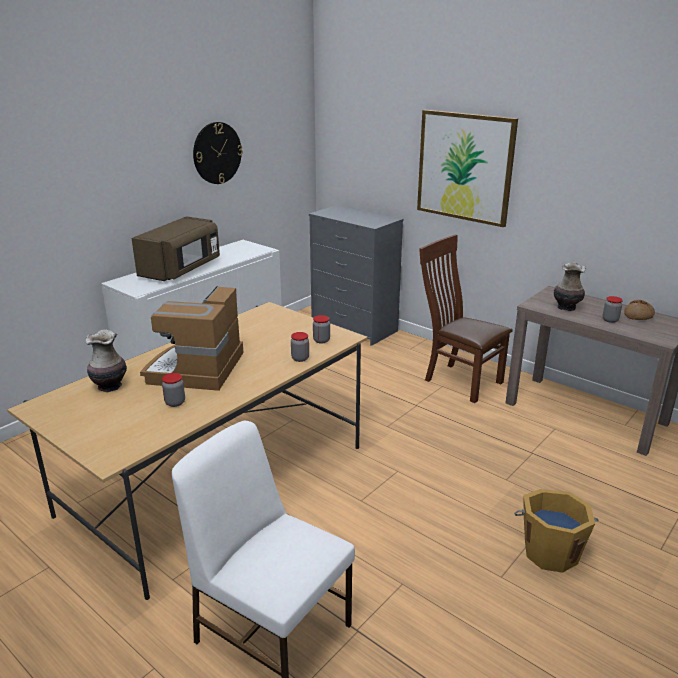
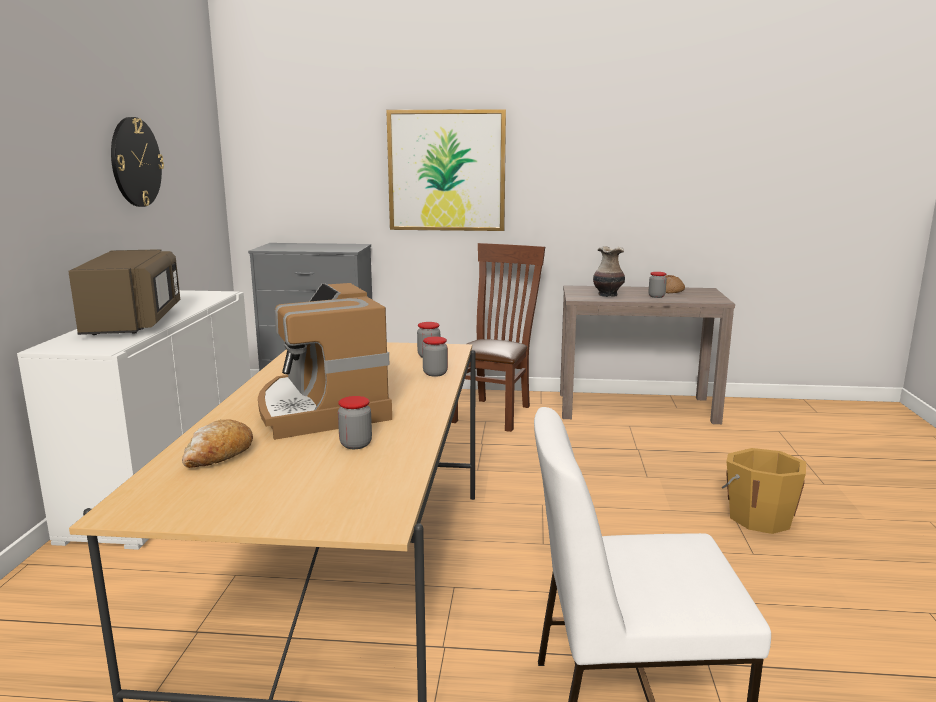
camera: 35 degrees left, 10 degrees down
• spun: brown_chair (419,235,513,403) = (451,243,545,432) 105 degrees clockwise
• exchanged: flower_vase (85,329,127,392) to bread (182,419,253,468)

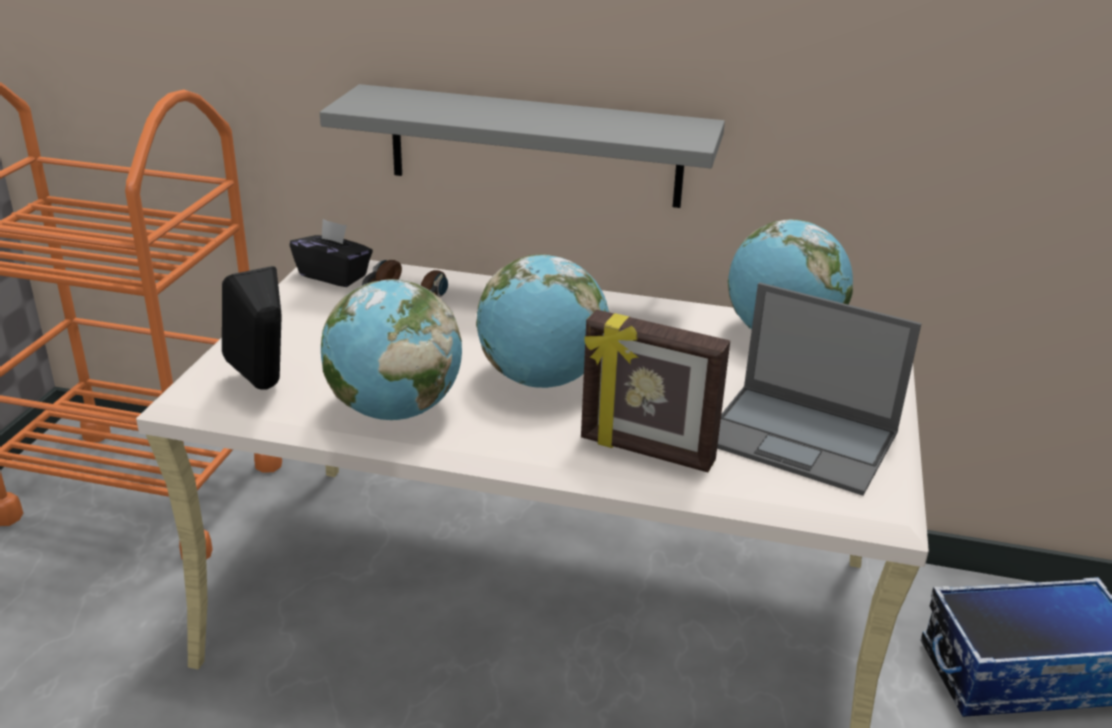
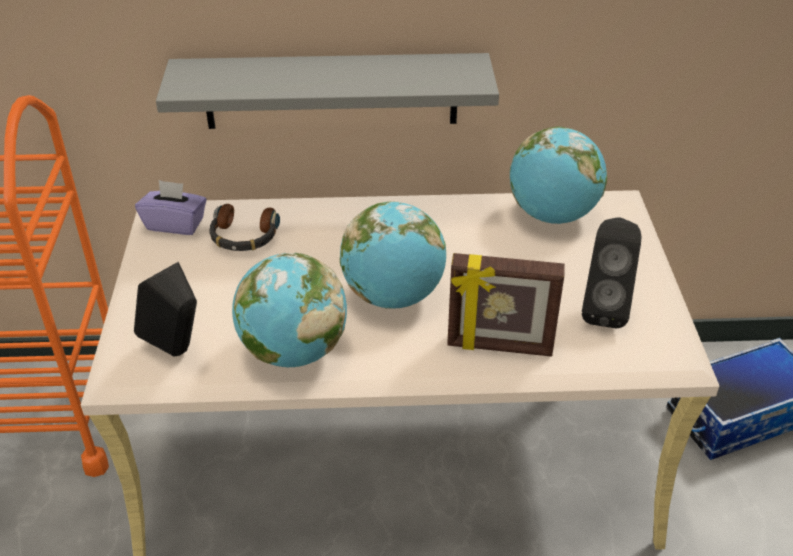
camera: 15 degrees left, 10 degrees up
• colour: black_box_of_tissues (290,219,373,287) to purple-coloured_box_of_tissues (135,180,207,235)
• exchanged: portable_computer (717,282,922,496) to black_speaker (582,218,641,328)

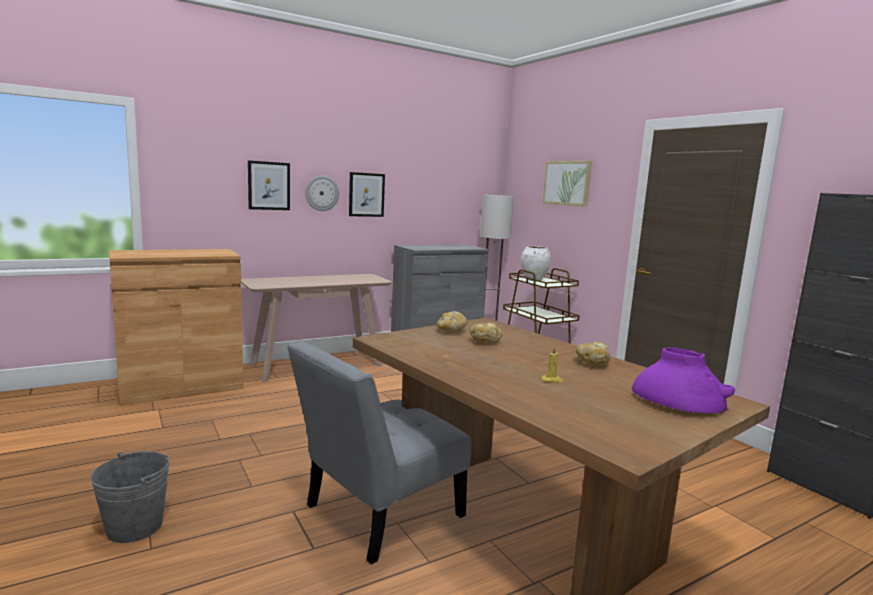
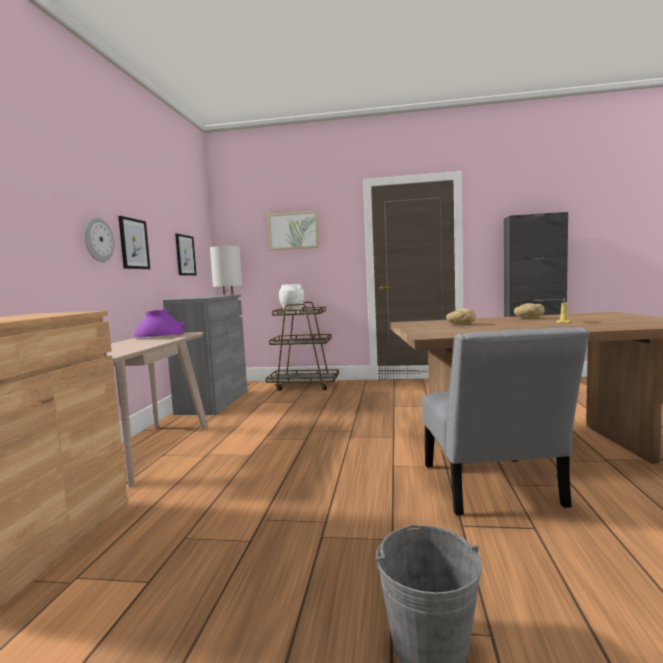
camera: 50 degrees left, 5 degrees down
• relocated: wall_art (248,160,290,210) to (175,234,197,276)
• missing: bread (437,311,468,332)
• relocated: purple-coloured_flower_vase (632,347,735,413) to (134,310,186,337)

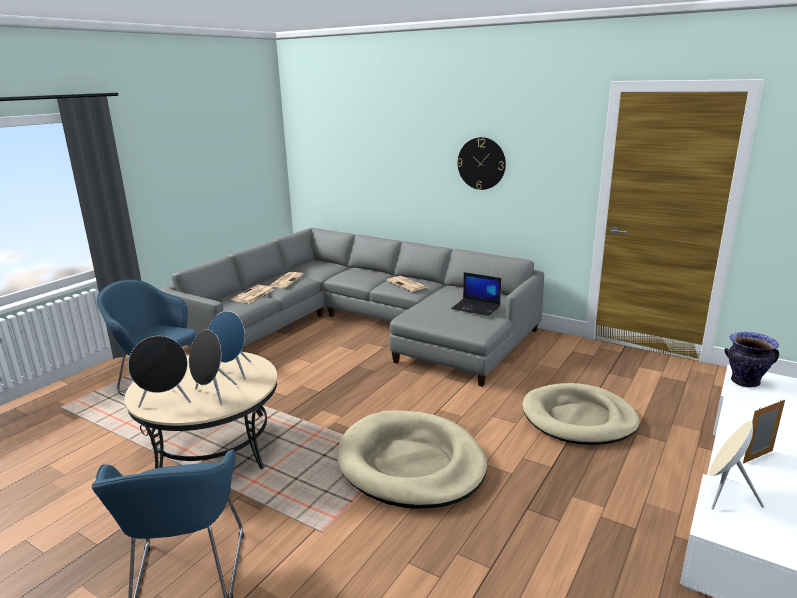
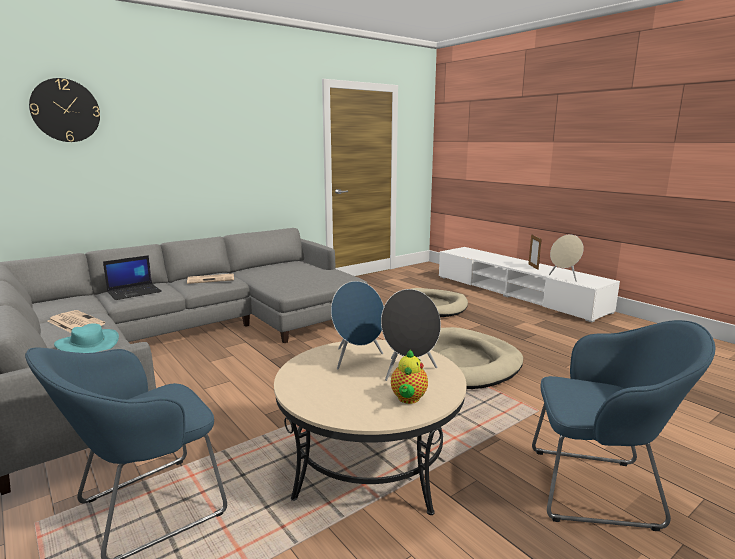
camera: 70 degrees left, 5 degrees down
• relocated: hanging_clock (457,137,506,190) to (29,78,100,142)
• relocated: portable_computer (451,272,501,316) to (103,255,162,300)
• exchanged: newspaper (231,285,274,303) to turquoise_wearable_hat (54,323,119,353)
• missing: flower_vase (725,332,779,388)
• exchanged: black_speaker (128,336,191,408) to tea_pot (391,350,428,404)

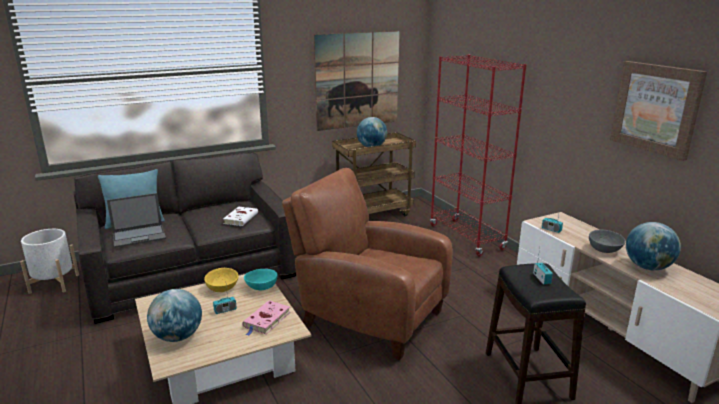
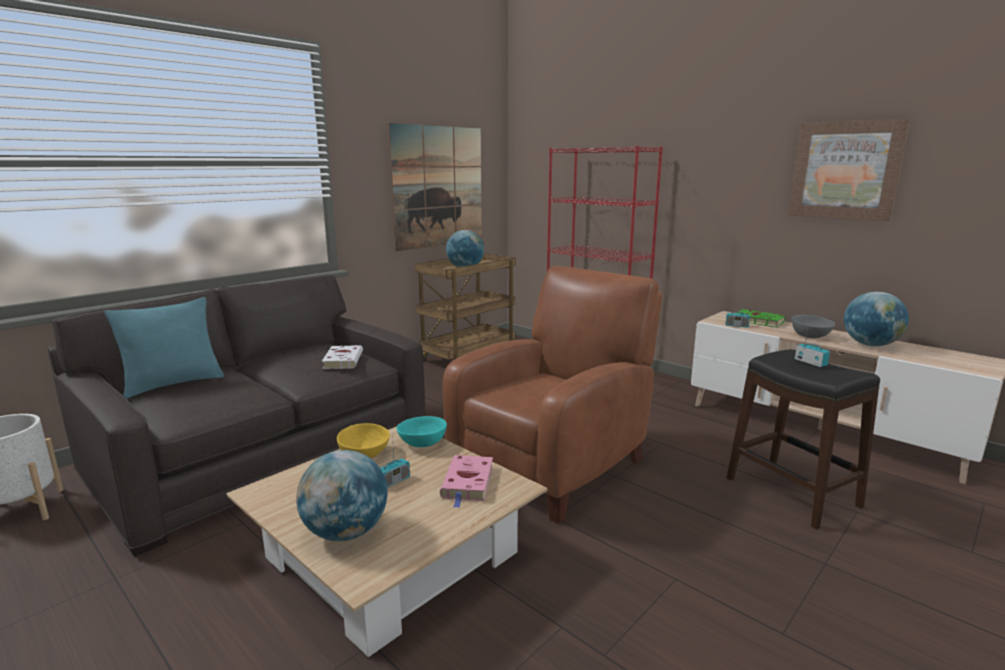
camera: 20 degrees left, 5 degrees down
• spun: brown_easy_chair (282,168,453,360) = (443,266,662,524) 120 degrees clockwise
• missing: portable_computer (107,193,166,248)
• appeared: green_volume (735,309,785,328)

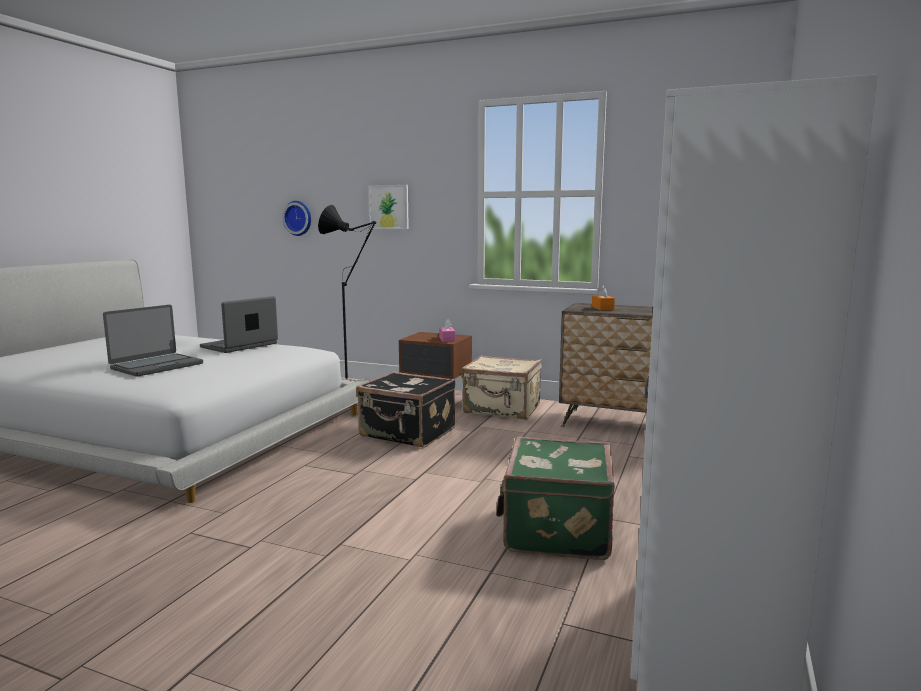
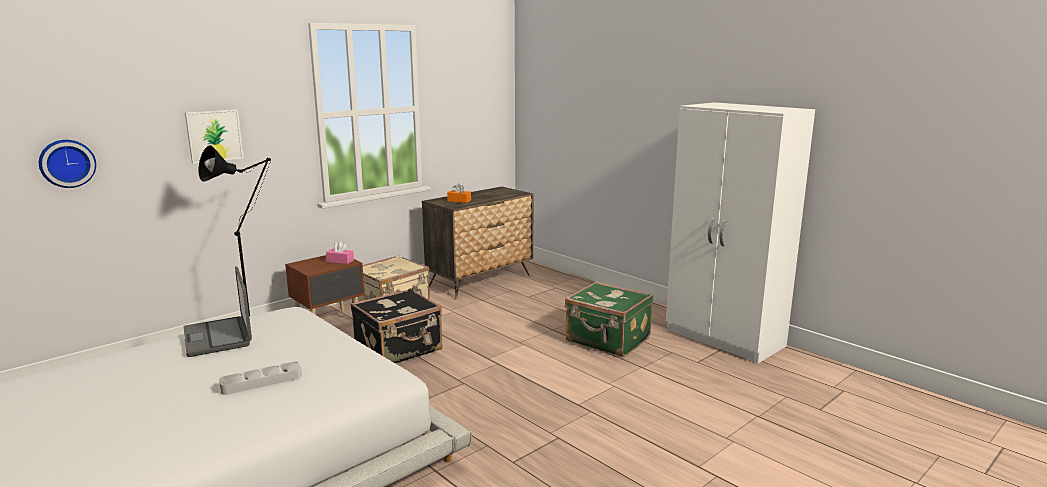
camera: 65 degrees left, 5 degrees up
• exchanged: portable_computer (103,305,203,377) to gray_serving_tray (219,362,302,395)

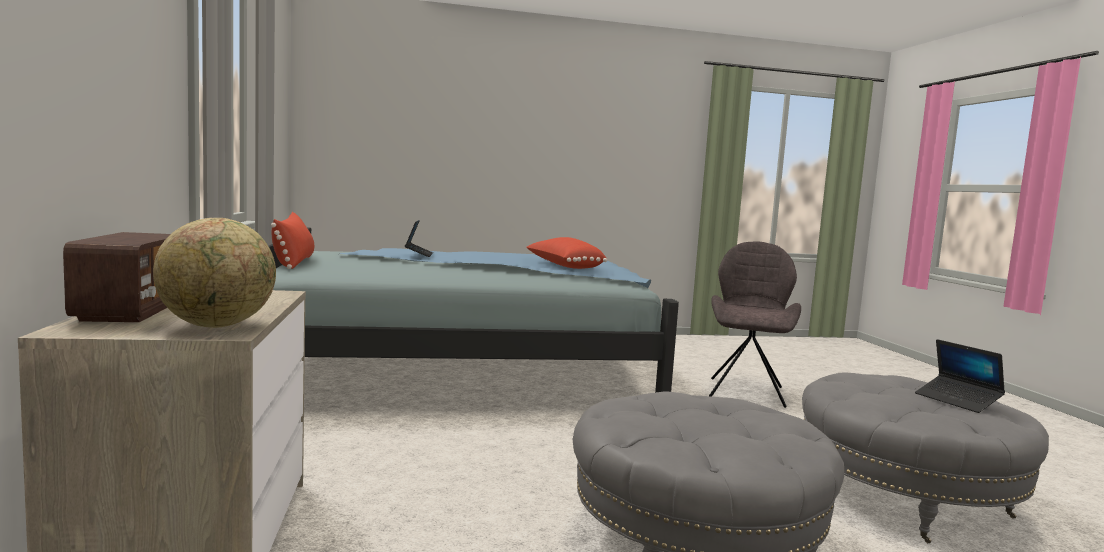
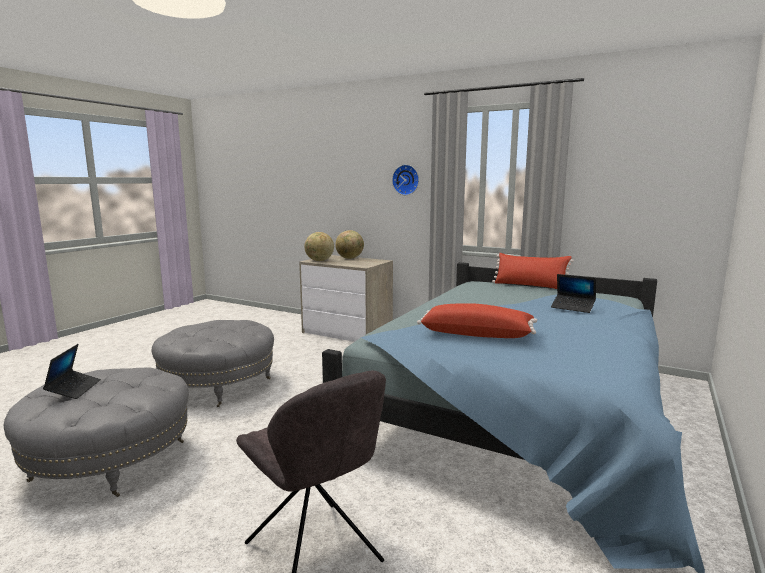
camera: 130 degrees right, 5 degrees up
• exchanged: radio_receiver (63,232,170,322) to world_globe (335,230,364,259)
• spun: portable_computer (915,339,1005,413) = (43,344,101,399) 75 degrees clockwise
• appeared: hanging_clock (392,165,419,195)

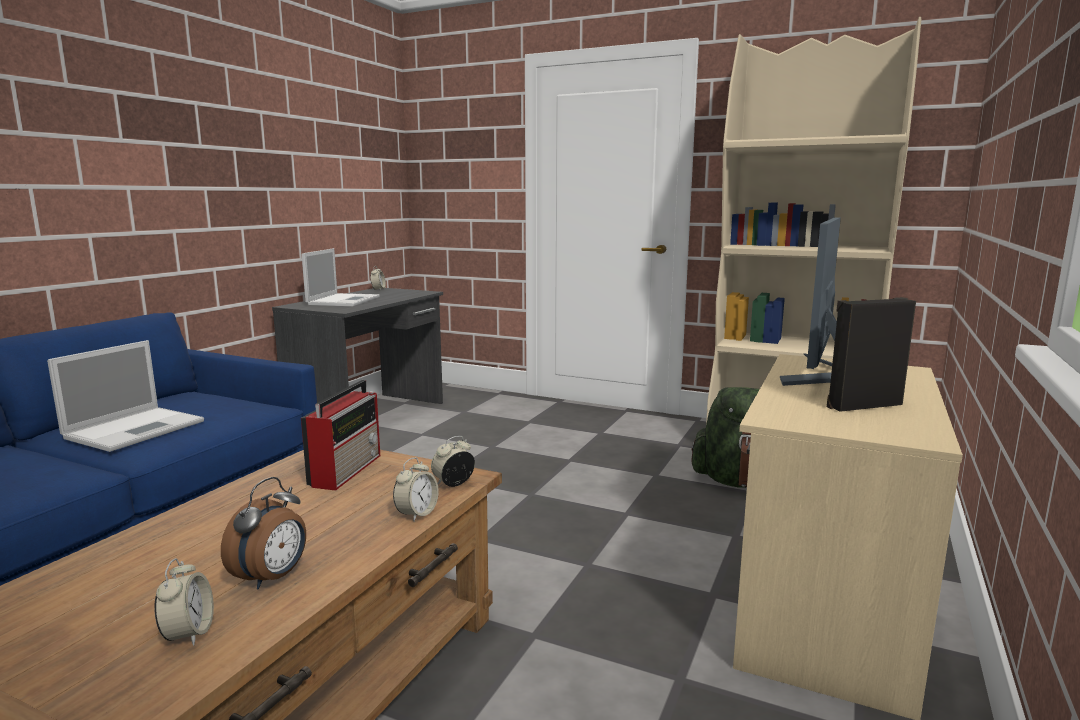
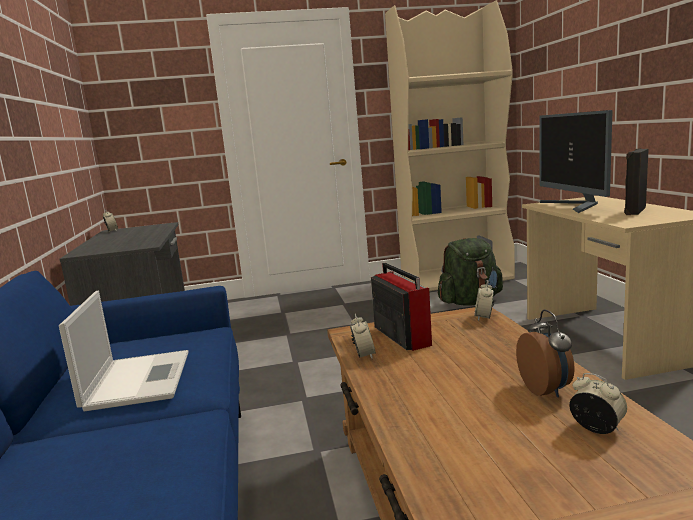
camera: 35 degrees left, 0 degrees up
• missing: portable_computer (302,248,380,307)
• relocated: alarm_clock (393,458,439,522) to (350,314,376,359)

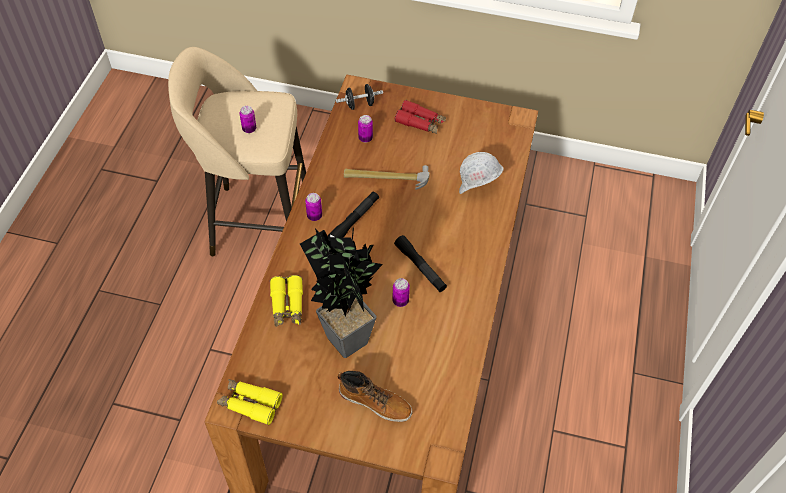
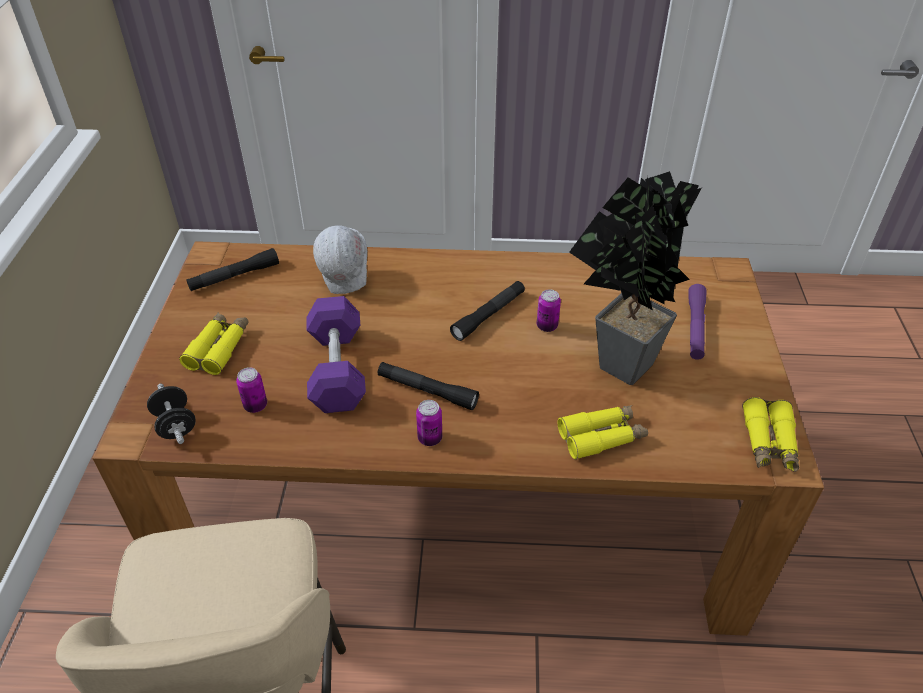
camera: 100 degrees left, 10 degrees down
• colour: red-coloured_field_glasses (394,100,446,134) to yellowish_field_glasses (179,312,249,375)
• missing: can (239,106,256,133)
• exchanged: hammer (344,165,430,190) to purple-coloured_dumbbell (306,296,366,413)
• exchanged: boot (338,371,412,422) to purple-coloured_flashlight (688,284,706,360)
• appeared: black_flashlight (186,248,279,291)

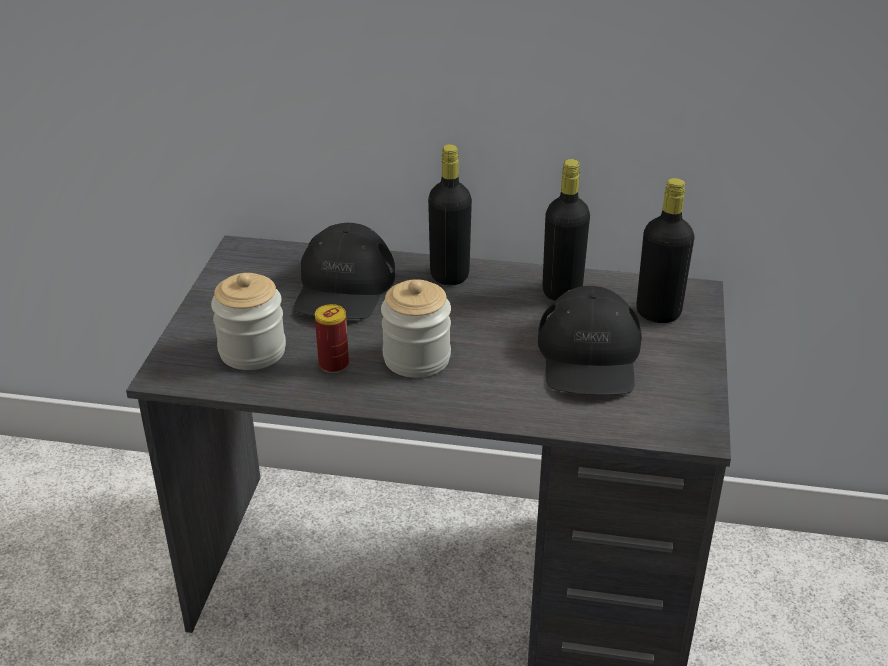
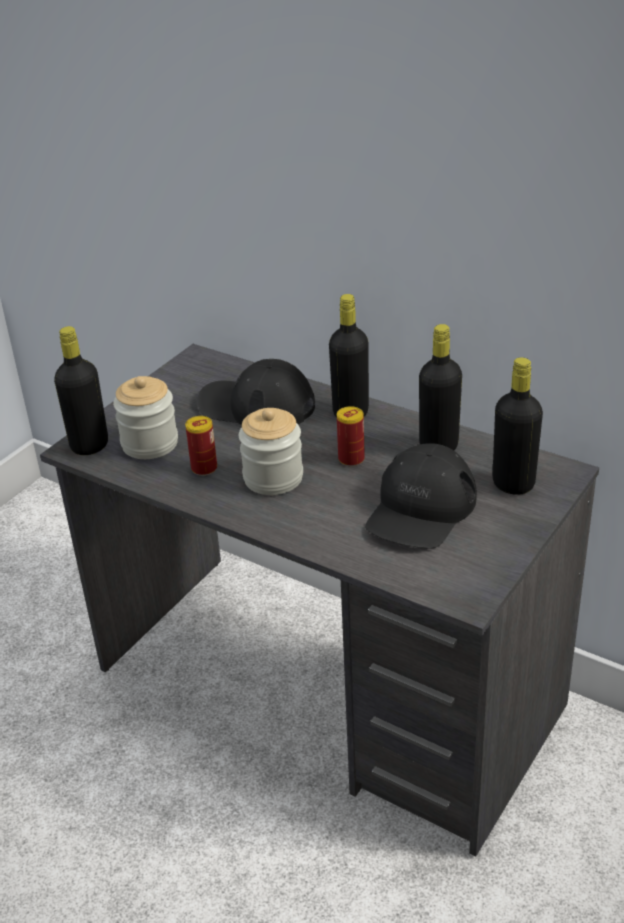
camera: 25 degrees right, 0 degrees up
• spun: black_cap (294,223,395,319) = (197,359,315,425) 75 degrees clockwise
• appeared: black_beverage_bottle (54,326,108,455)
• appeared: can (337,406,365,466)

